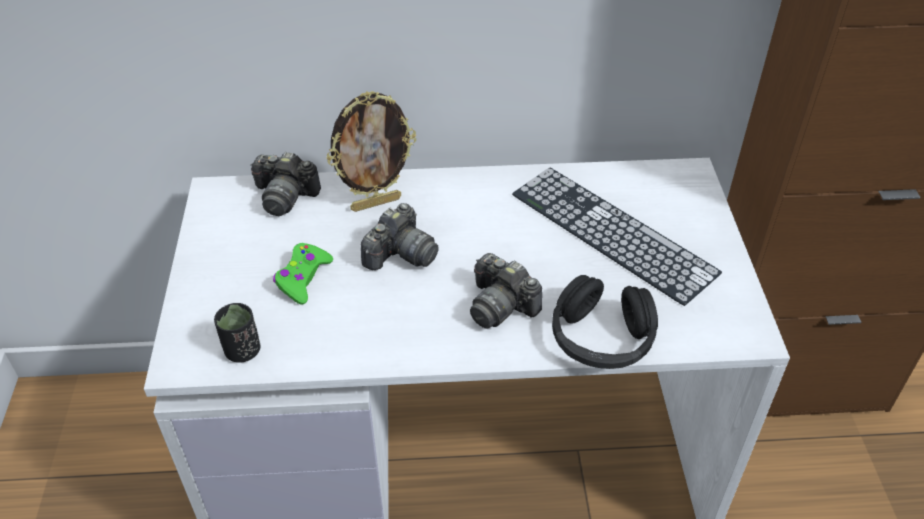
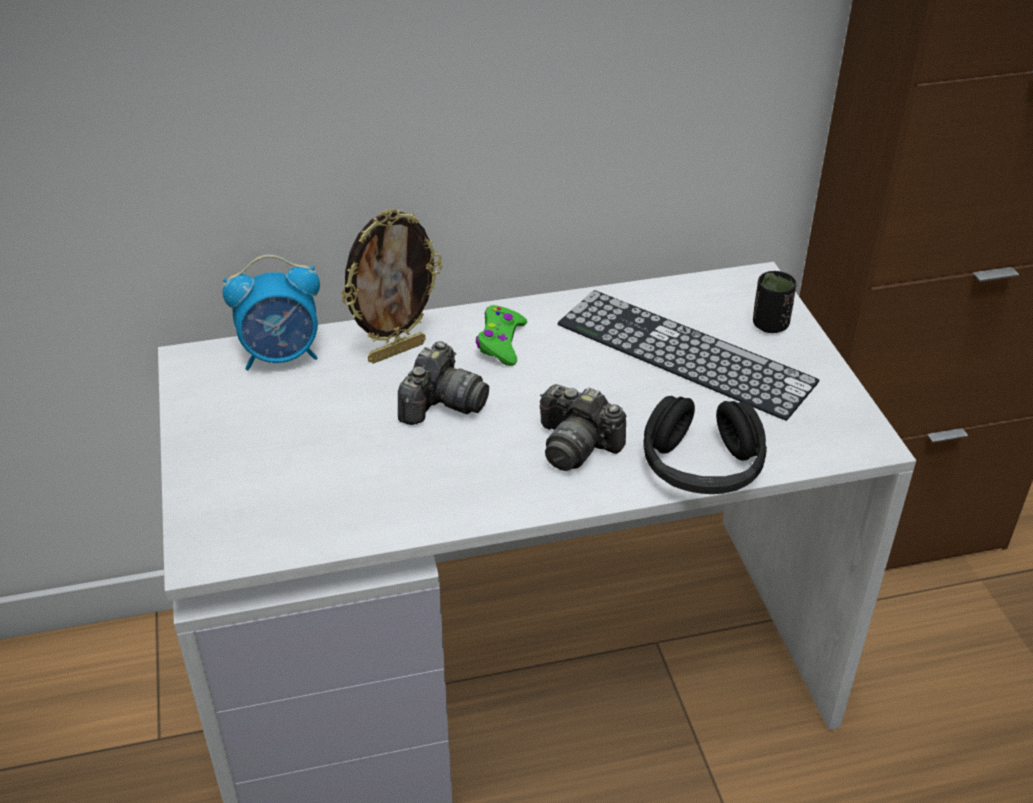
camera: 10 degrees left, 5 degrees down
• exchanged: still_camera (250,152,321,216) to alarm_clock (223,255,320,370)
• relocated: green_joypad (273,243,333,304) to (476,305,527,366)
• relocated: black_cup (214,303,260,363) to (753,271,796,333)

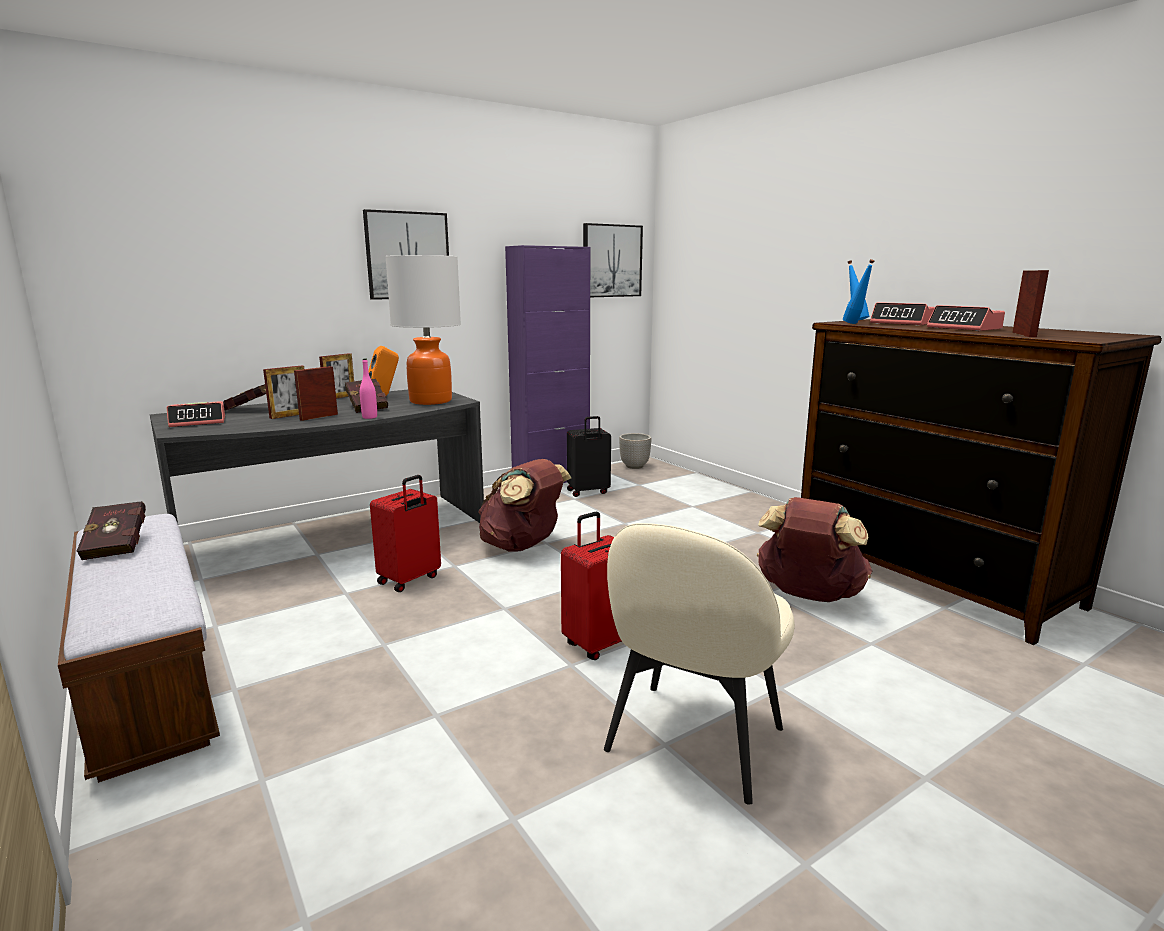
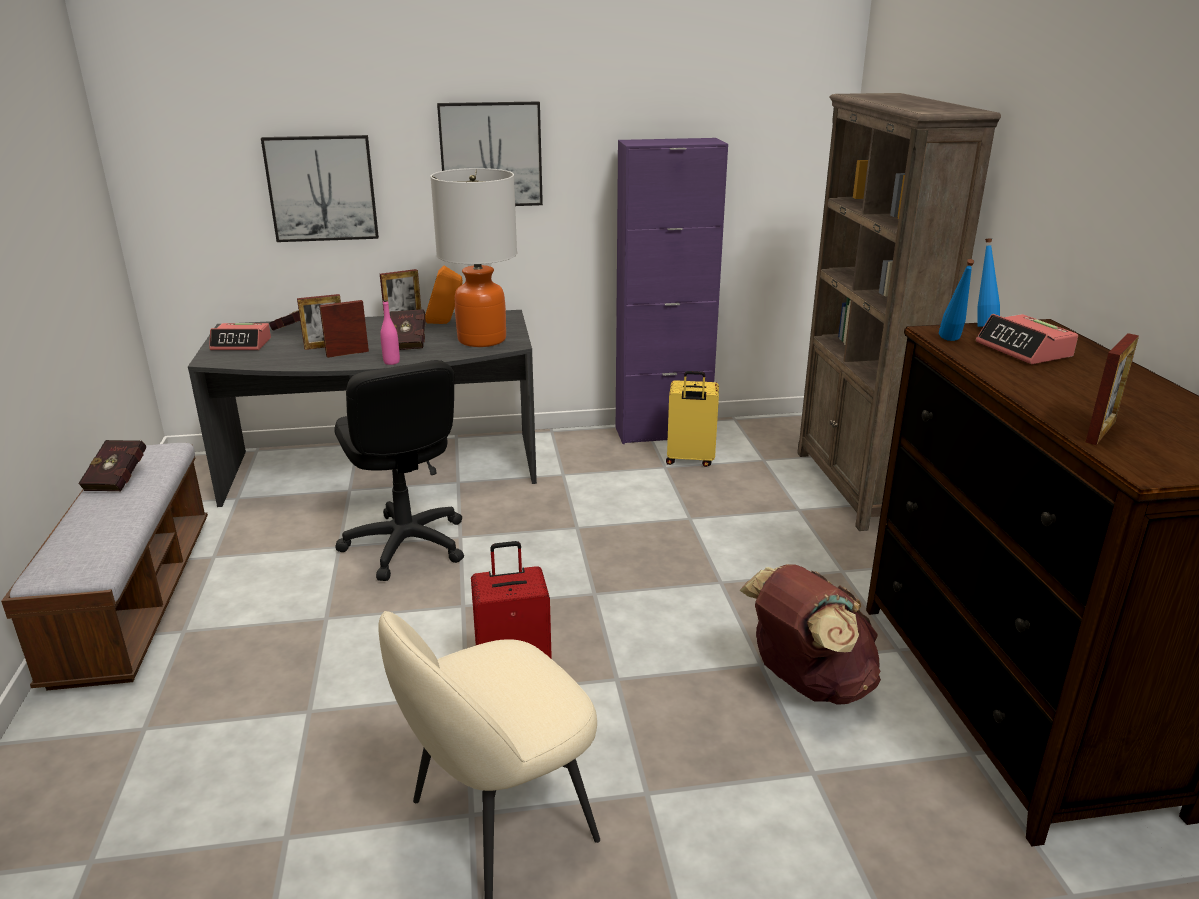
camera: 25 degrees right, 10 degrees up
• relocated: wall_art (583,223,643,297) to (261,135,379,242)
• missing: alarm_clock (927,305,1005,331)
• colour: black_suitcase (567,416,611,497) to yellowish_suitcase (666,371,719,467)
• missing: planter (619,433,652,469)
• missing: brown_backpack (478,459,571,552)
• exchanged: red-coloured_suitcase (370,475,441,592) to black_office_chair (334,360,464,581)
• appeared: brown_shelving_unit (797,93,1001,531)

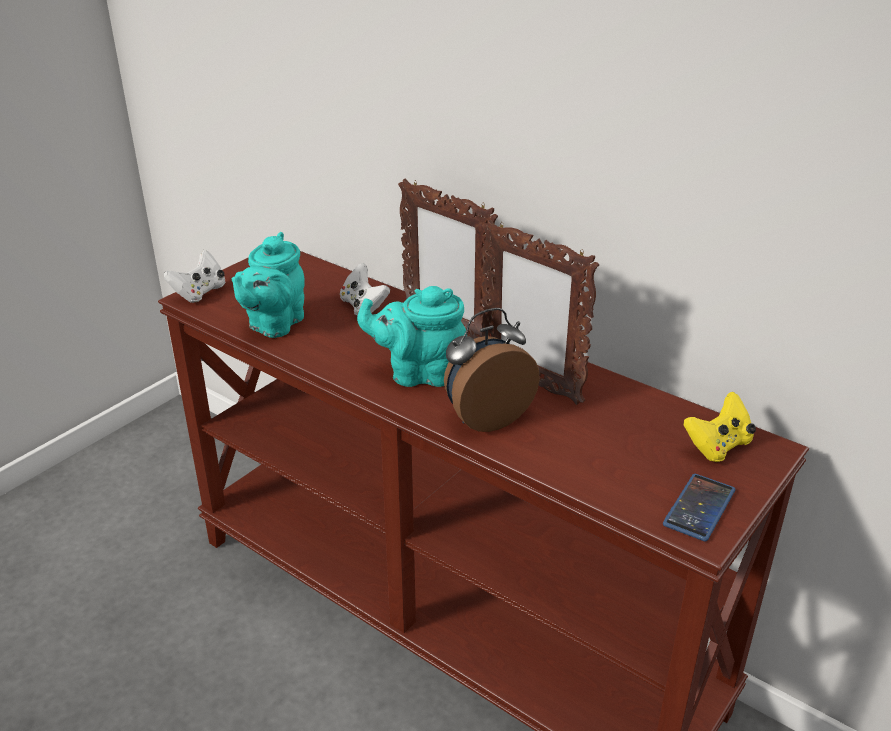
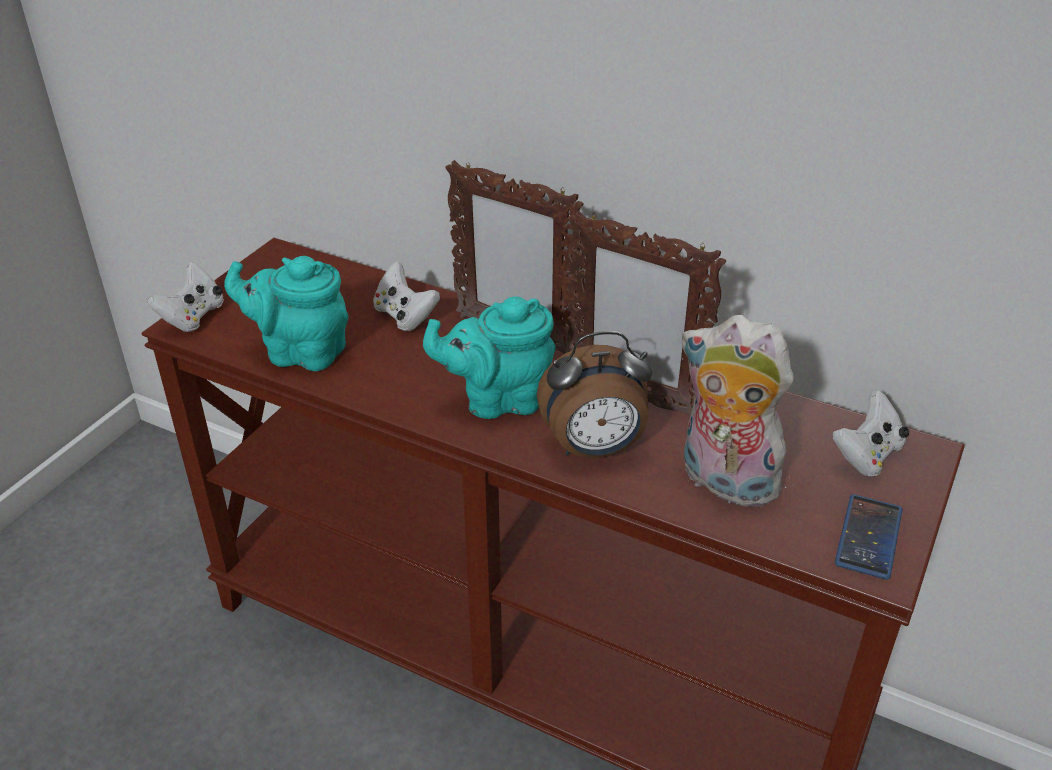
camera: 10 degrees left, 5 degrees up
• spun: turquoise_tea_pot (231,232,305,338) = (224,256,348,371) 90 degrees clockwise
• spun: alarm_clock (444,308,540,432) = (537,331,652,458) 150 degrees counterclockwise
• colour: yellowish_joypad (684,392,756,462) to white-coloured_joypad (832,390,909,477)
• appeared: plush_toy (680,315,794,508)

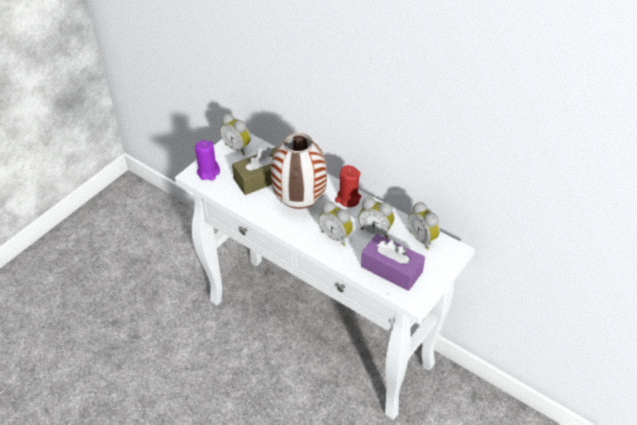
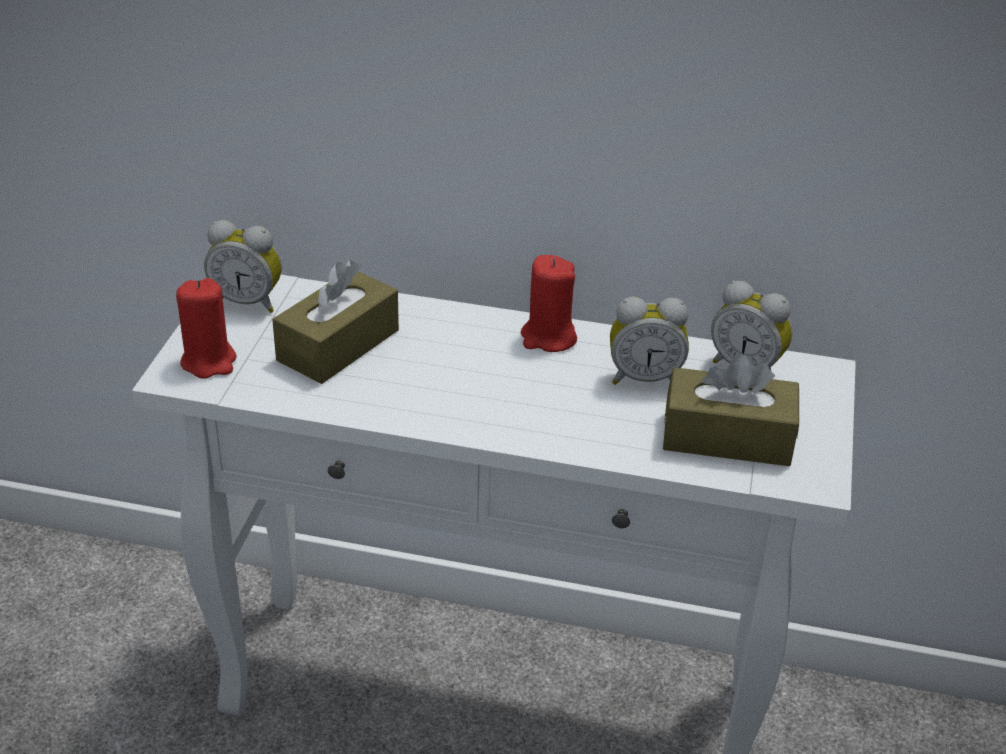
camera: 25 degrees left, 10 degrees down
• missing: flower_vase (271,133,327,209)
• colour: purple-coloured_wax_candle (195,140,220,180) to red-coloured_wax_candle (176,278,237,379)
• missing: alarm_clock (318,201,353,246)
• colour: purple-coloured_box_of_tissues (361,234,425,291) to brown_box_of_tissues (663,354,799,466)

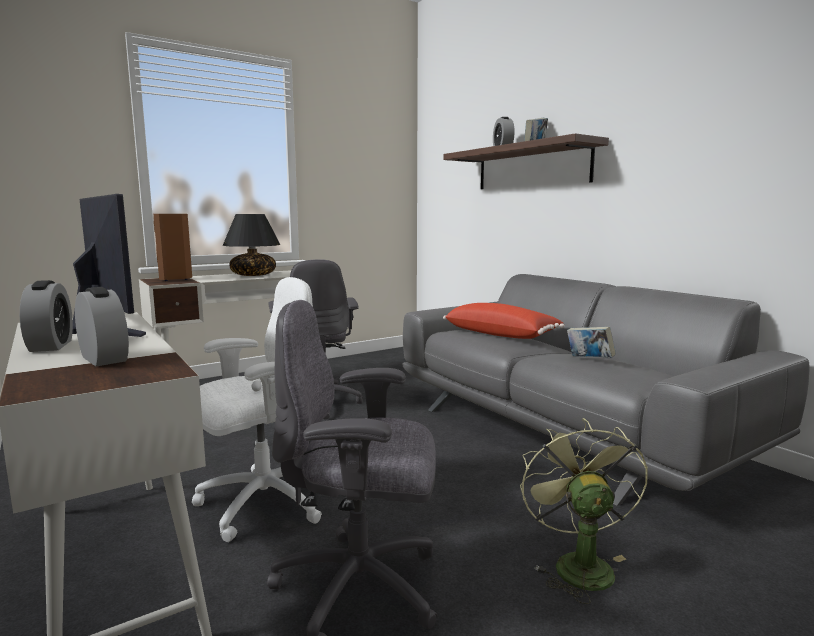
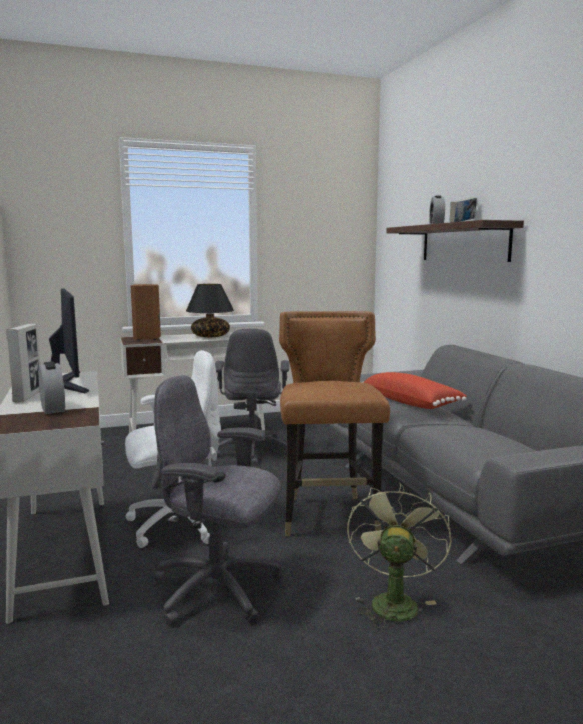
camera: 15 degrees right, 0 degrees up
• exchanged: alarm_clock (20,280,73,352) to picture_frame (6,324,40,402)
• missing: volume (567,327,616,357)
• appeared: brown_chair (279,311,390,536)

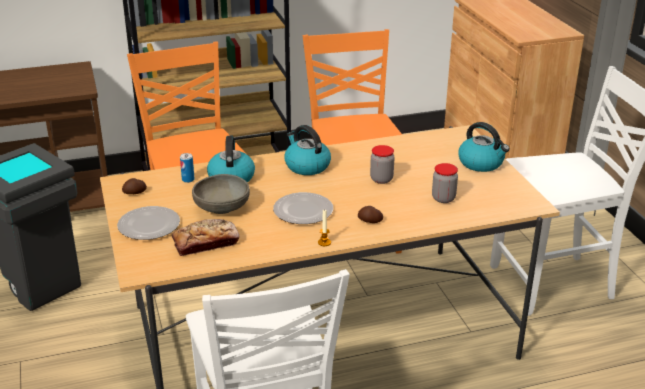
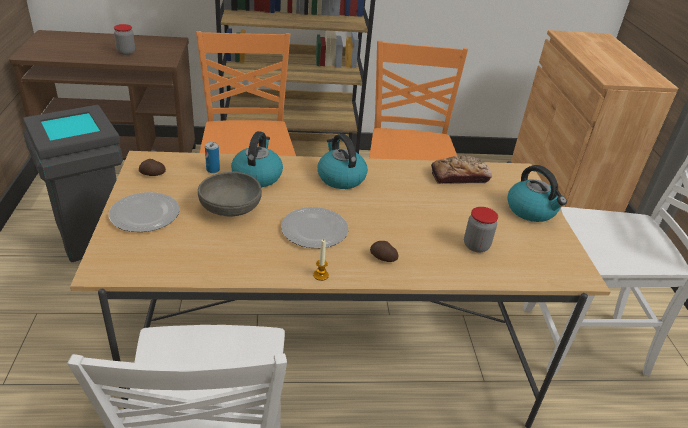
camera: 10 degrees right, 5 degrees up
• relocated: storage_jar (370,145,395,184) to (114,24,135,55)
• relocated: bread (172,219,239,256) to (431,156,492,184)

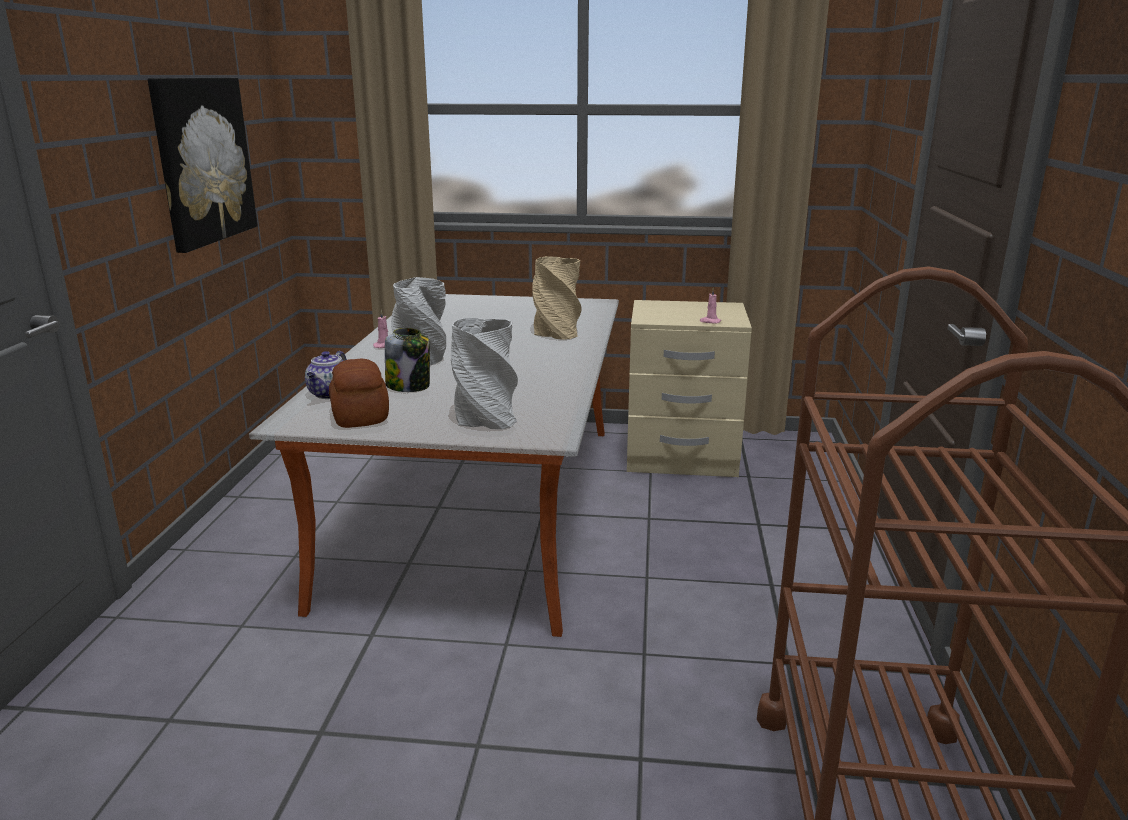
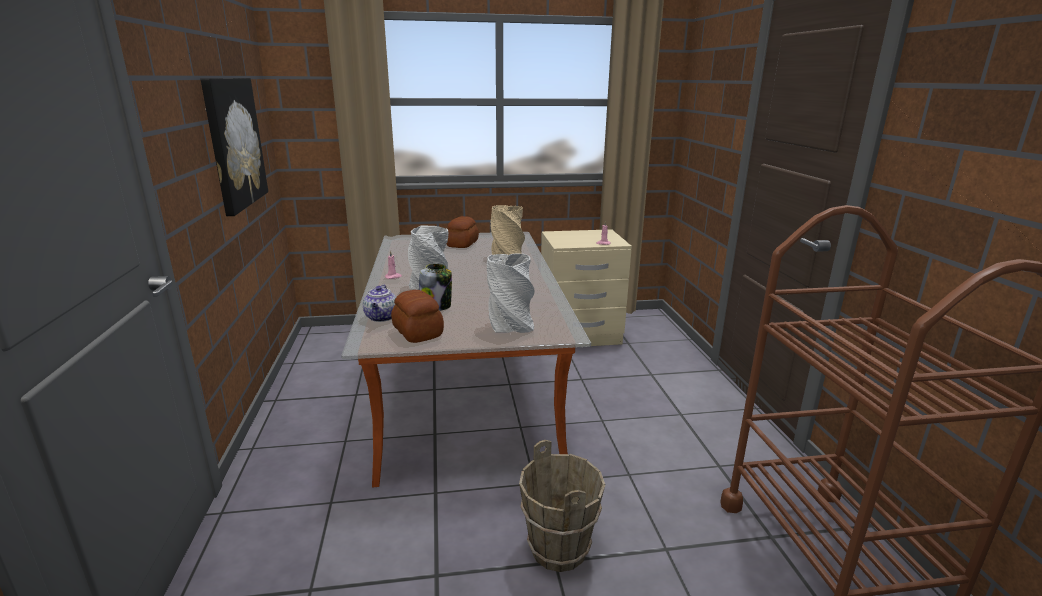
camera: 15 degrees left, 0 degrees up
• appeared: bread (447,216,479,248)
• appeared: brown_water_bucket (519,440,605,572)

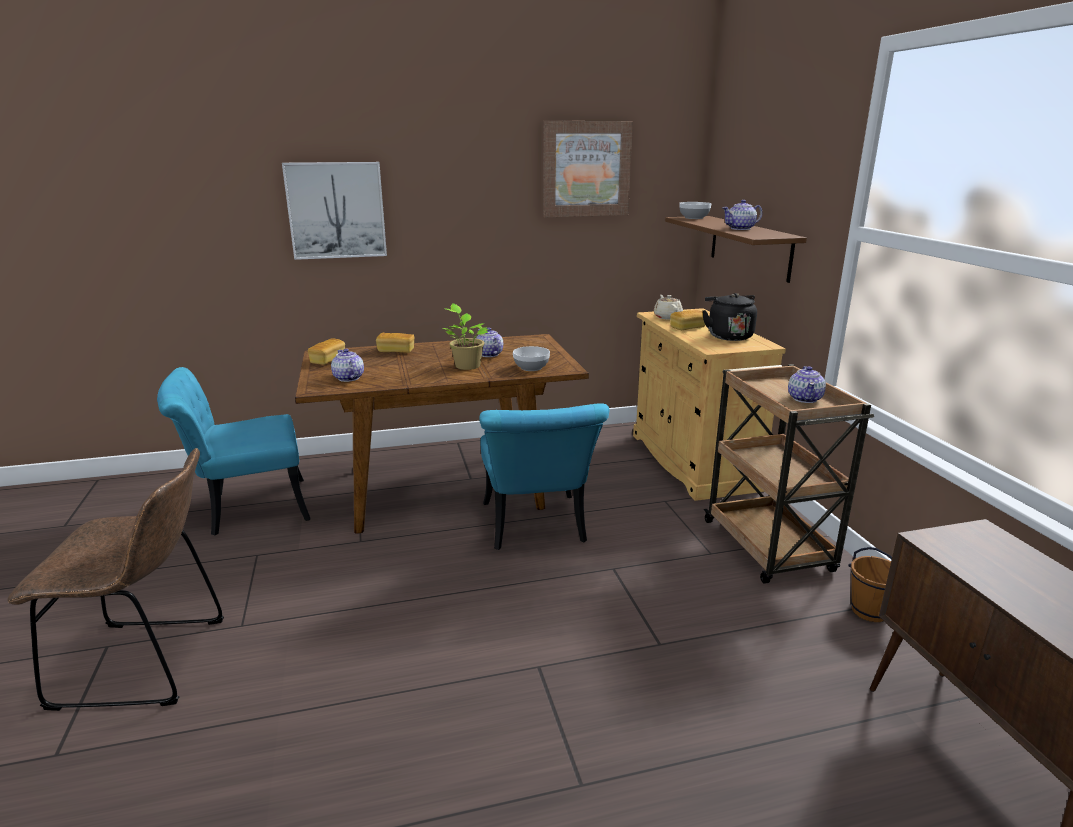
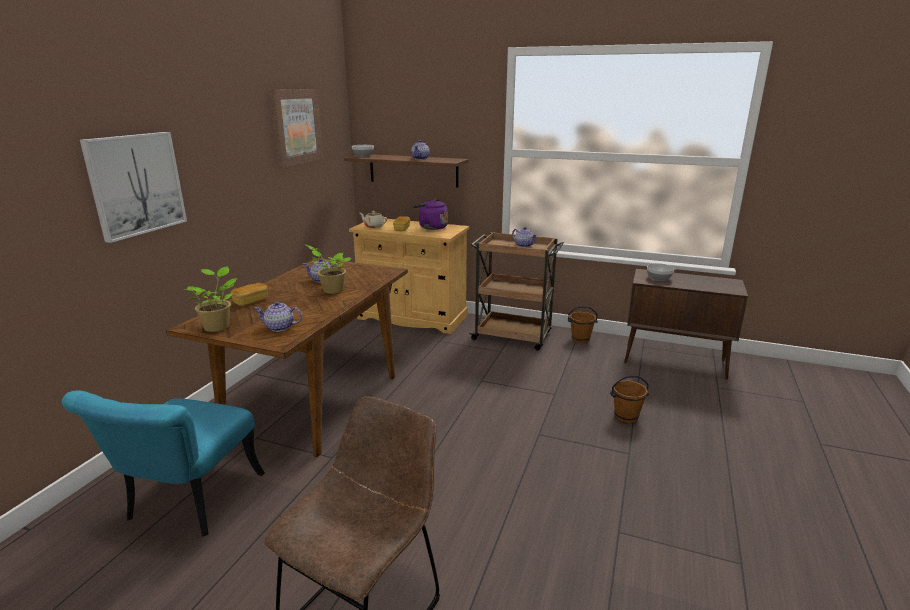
camera: 55 degrees left, 0 degrees up
• colour: black_tea_kettle (702,293,757,341) to purple-coloured_tea_kettle (413,199,448,230)
• exchanged: bread (308,338,345,365) to potted_plant (185,266,237,332)
• relocated: bowl (513,346,550,371) to (647,263,674,281)
• missing: turquoise_chair (479,403,610,550)
• appeared: brown_water_bucket (610,376,649,423)

